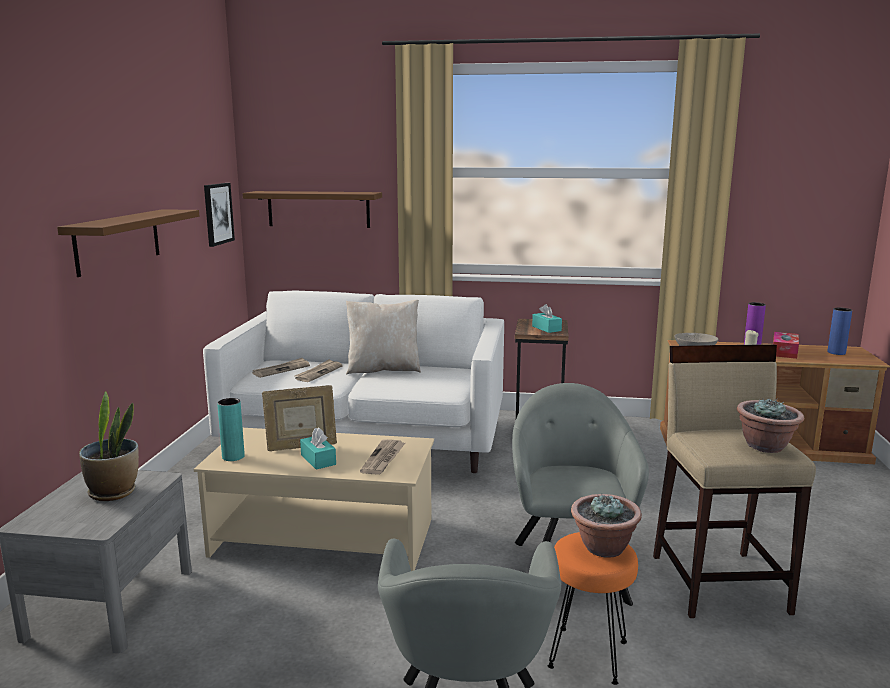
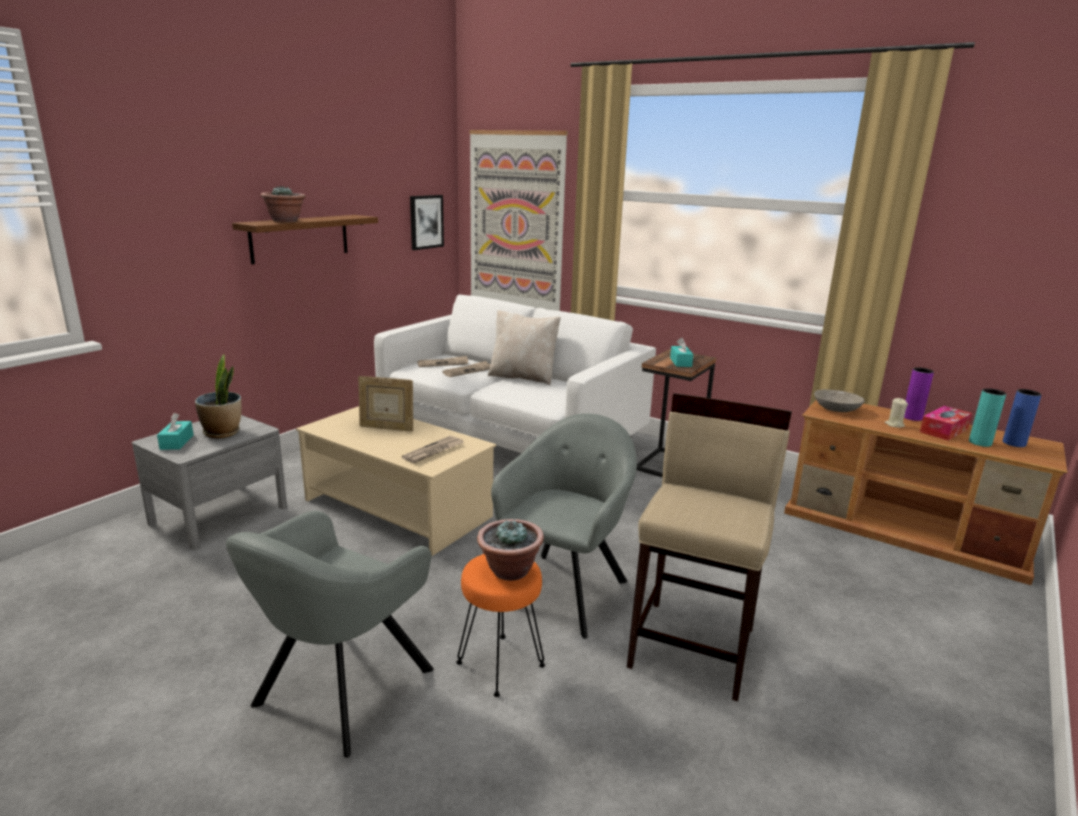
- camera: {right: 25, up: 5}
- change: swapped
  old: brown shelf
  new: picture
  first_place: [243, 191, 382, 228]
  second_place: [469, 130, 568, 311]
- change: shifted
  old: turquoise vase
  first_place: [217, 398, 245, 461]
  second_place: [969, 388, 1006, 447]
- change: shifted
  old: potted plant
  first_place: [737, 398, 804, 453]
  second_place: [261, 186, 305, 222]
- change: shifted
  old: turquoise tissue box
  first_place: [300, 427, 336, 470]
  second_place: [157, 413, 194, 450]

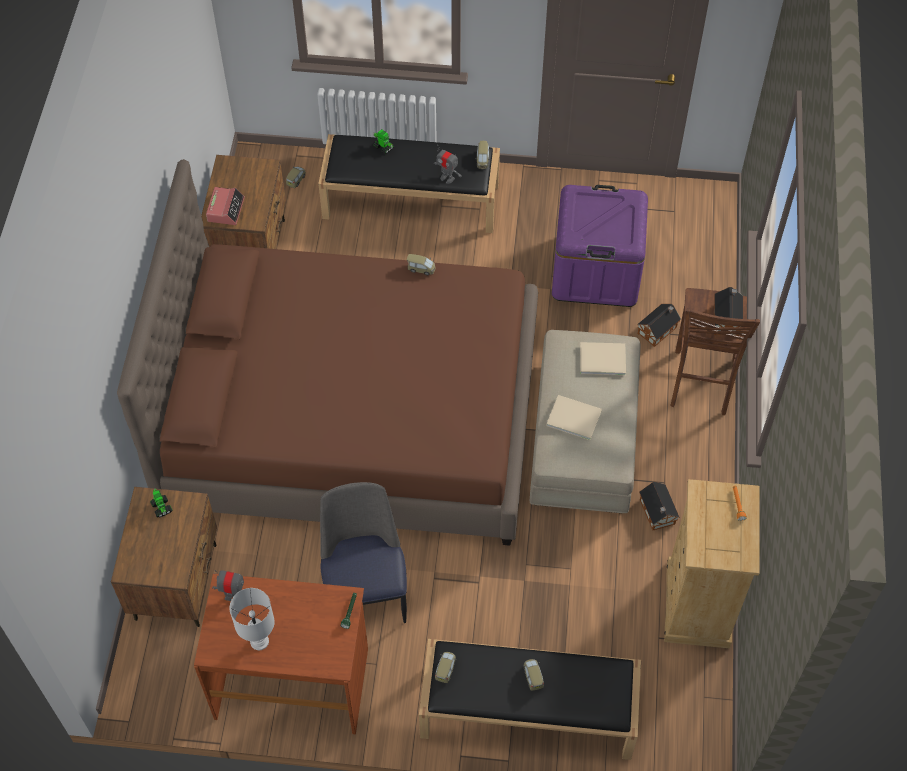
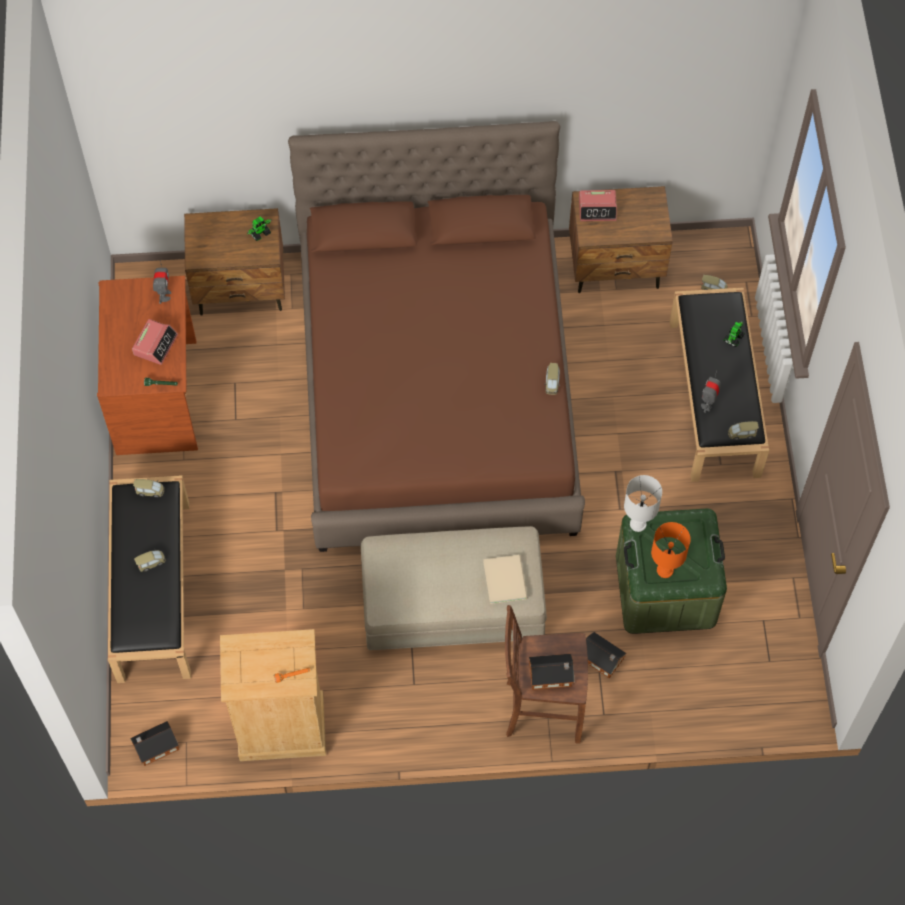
- camera: {right: 80, up: 5}
- change: repainted
  old: purple storage box
  new: green storage box
  first_place: [552, 185, 648, 307]
  second_place: [616, 508, 727, 634]
- change: gone
  old: beige book
  first_place: [546, 395, 602, 440]
- change: gone
  old: chair
  first_place: [320, 482, 407, 623]
- change: shifted
  old: toy house
  first_place: [639, 482, 680, 530]
  second_place: [130, 721, 179, 766]
- change: shifted
  old: white table lamp
  first_place: [230, 588, 275, 650]
  second_place: [624, 475, 662, 532]
- change: new
  new: alarm clock
  second_place: [132, 319, 178, 365]
- change: new
  new: orange table lamp
  second_place: [651, 522, 691, 578]

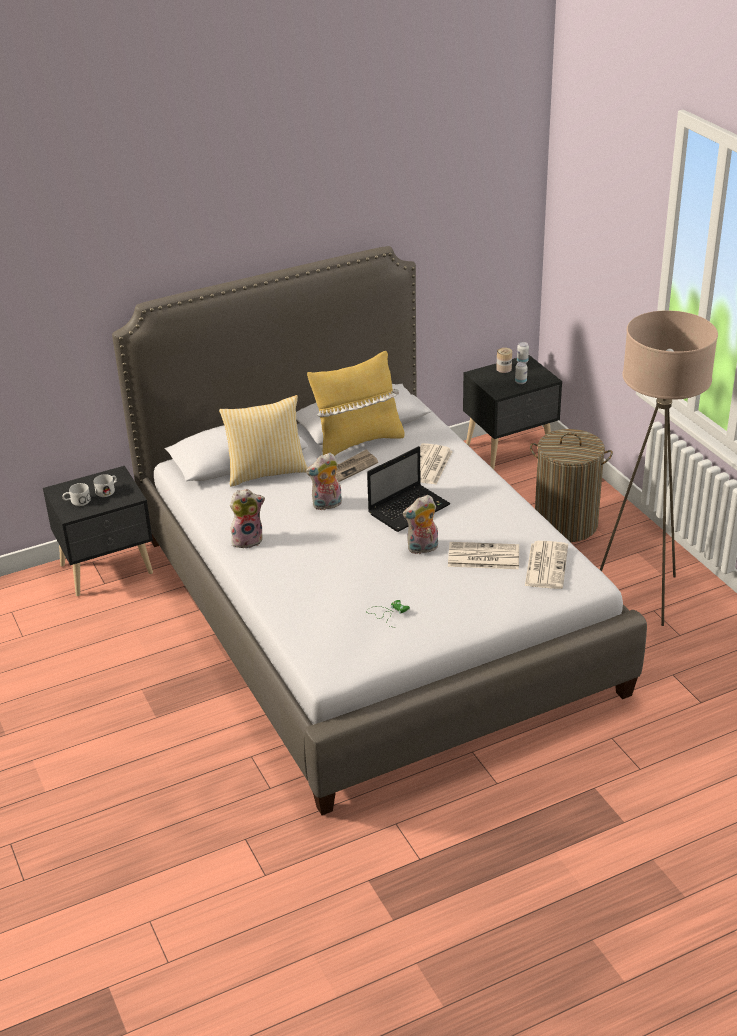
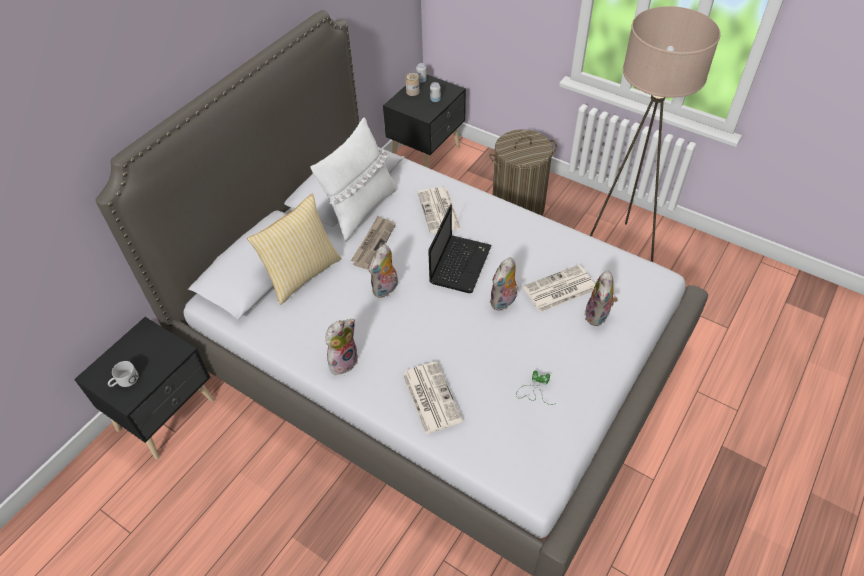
- camera: {right: -30, up: 15}
- change: repainted
  old: yellow pillow
  new: white pillow
  first_place: [307, 351, 404, 456]
  second_place: [310, 118, 397, 242]
- change: gone
  old: white mug
  first_place: [94, 474, 117, 497]
- change: shifted
  old: newspaper
  first_place: [525, 541, 568, 589]
  second_place: [402, 361, 463, 434]
- change: new
  new: plush toy
  second_place: [585, 270, 618, 326]

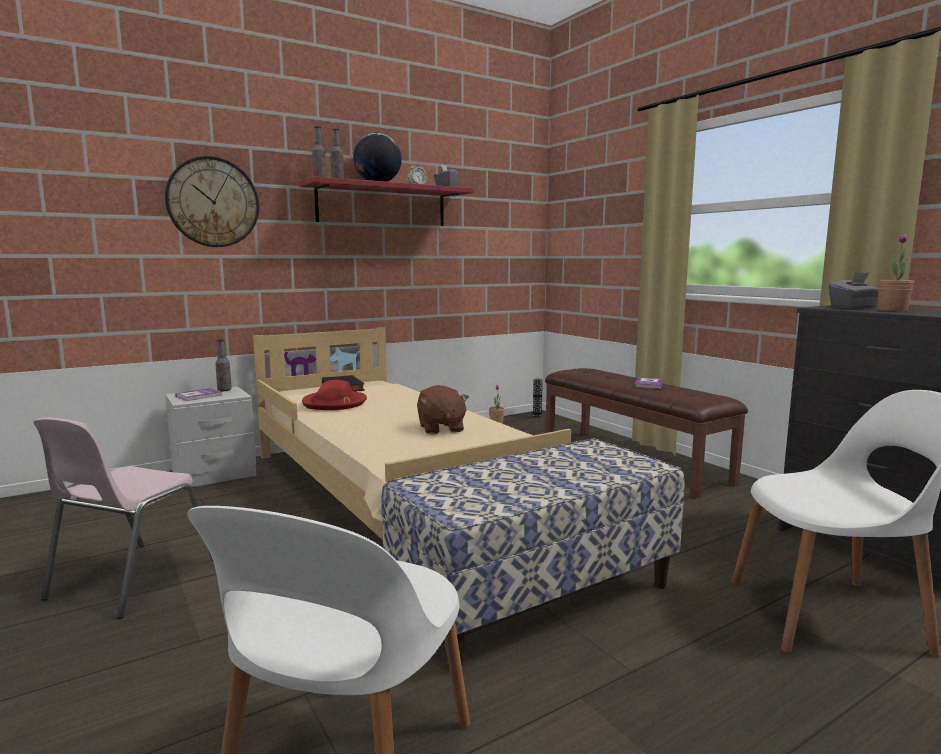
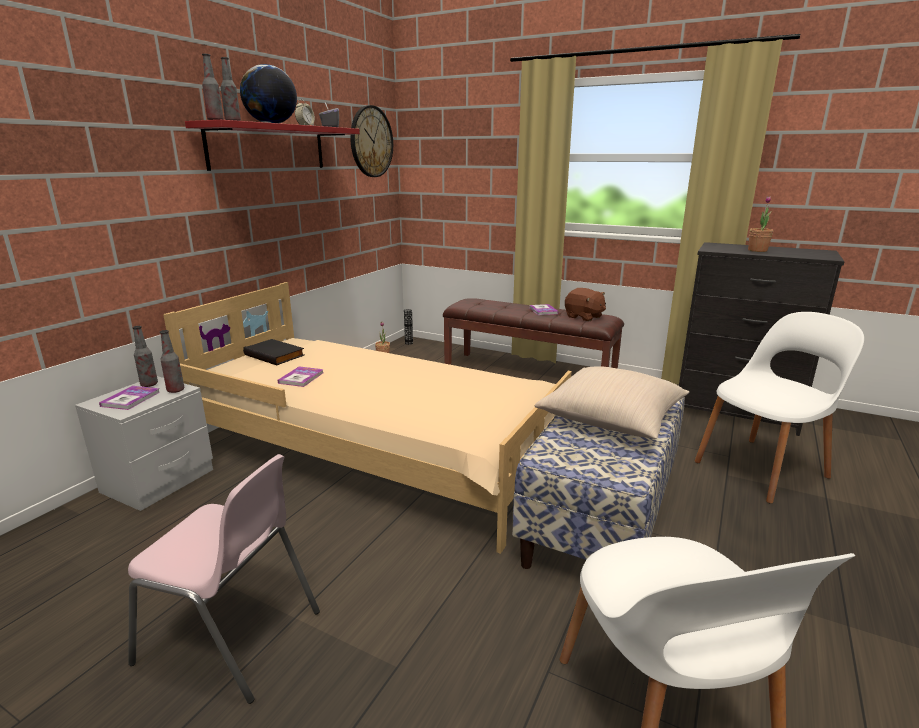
- camera: {right: -30, up: 10}
- change: shifted
  old: wall clock
  first_place: [165, 156, 259, 247]
  second_place: [350, 105, 393, 177]
- change: gone
  old: grey tissue box
  first_place: [829, 272, 878, 309]
- change: swapped
  old: red hat
  new: book
  first_place: [302, 380, 367, 410]
  second_place: [278, 366, 323, 387]
- change: shifted
  old: brown plush toy
  first_place: [417, 385, 469, 434]
  second_place: [565, 288, 606, 321]
- change: rotated
  old: pink chair
  first_place: [34, 417, 213, 619]
  second_place: [128, 454, 320, 704]
  degrees: -60
- change: new
  new: bottle
  second_place: [160, 330, 184, 393]
- change: new
  new: beige pillow
  second_place: [534, 366, 690, 439]

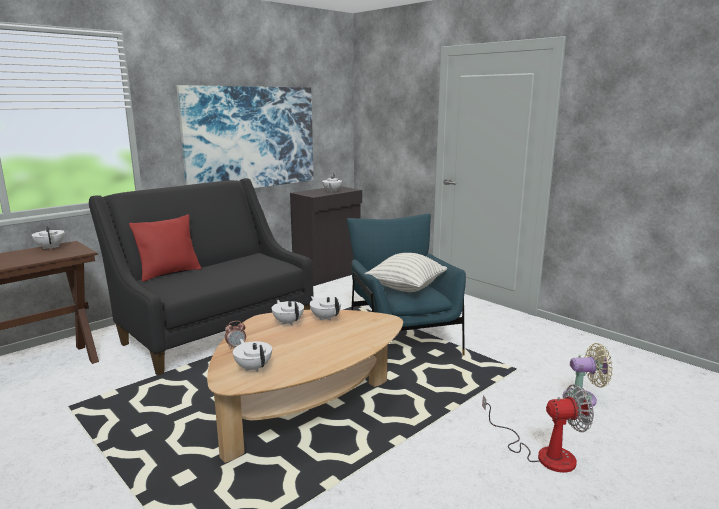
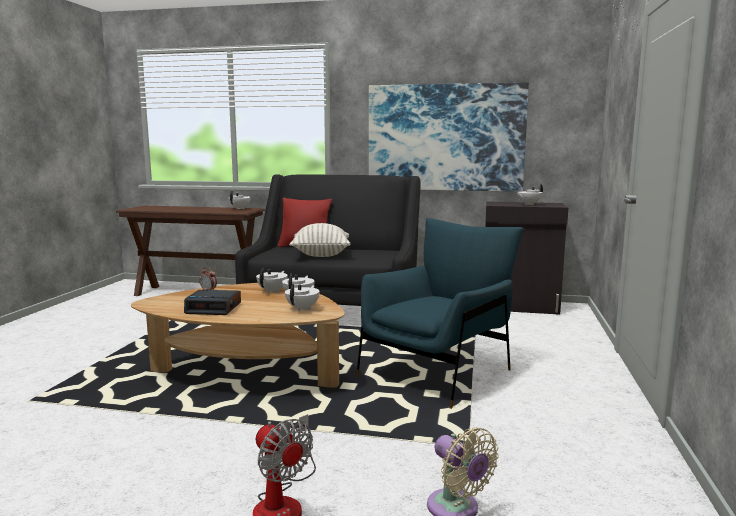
- camera: {right: 55, up: -5}
- change: shifted
  old: pillow
  first_place: [364, 253, 447, 292]
  second_place: [289, 223, 350, 257]
- change: shifted
  old: white teapot
  first_place: [233, 339, 272, 372]
  second_place: [285, 283, 320, 311]
- change: new
  new: alarm clock
  second_place: [184, 290, 241, 315]

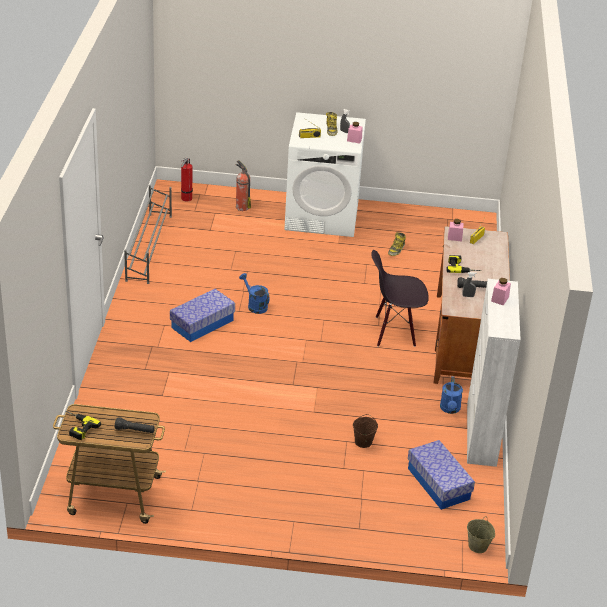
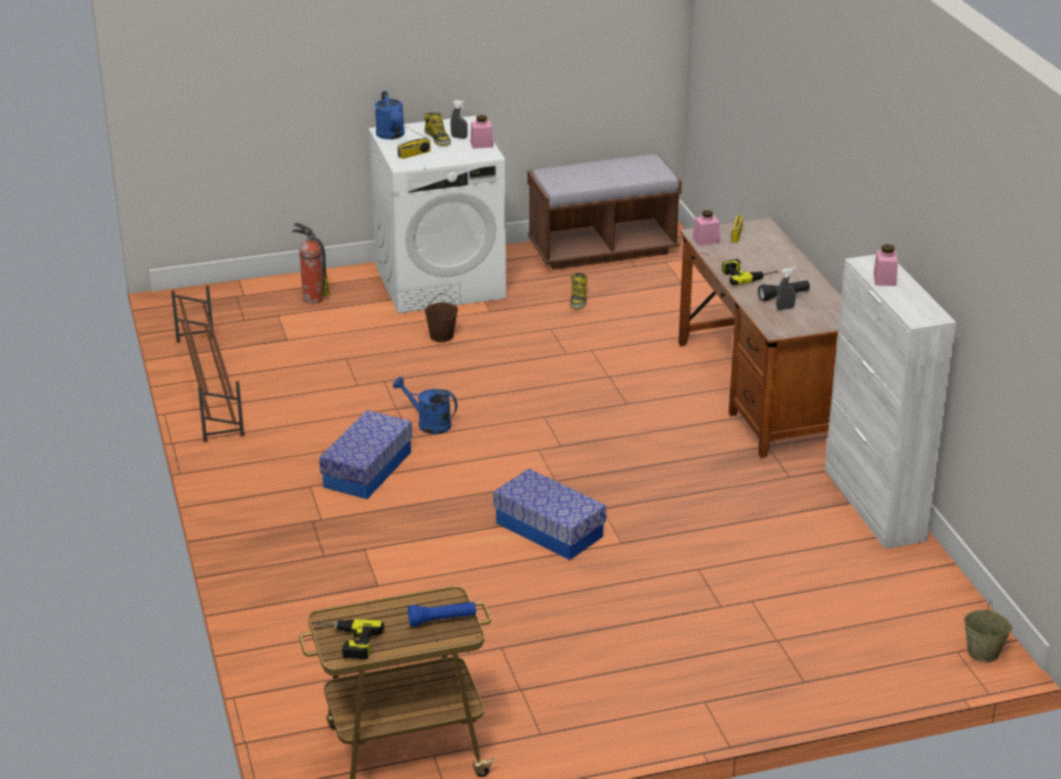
- camera: {right: -20, up: -5}
- change: gone
  old: fire extinguisher
  first_place: [181, 157, 193, 202]
- change: repainted
  old: grey shoe rack
  new: brown shoe rack
  first_place: [124, 185, 172, 284]
  second_place: [171, 286, 244, 442]
- change: gone
  old: black chair
  first_place: [371, 250, 429, 347]
- change: shifted
  old: blue watering can
  first_place: [440, 376, 463, 414]
  second_place: [375, 91, 405, 140]
- change: shifted
  old: brown bucket
  first_place: [353, 414, 378, 448]
  second_place: [424, 293, 458, 342]
- change: repainted
  old: black flashlight
  new: blue flashlight
  first_place: [115, 417, 155, 433]
  second_place: [408, 602, 476, 627]
- change: shifted
  old: storage box
  first_place: [408, 440, 475, 510]
  second_place: [493, 469, 607, 560]
- change: new
  new: brown bench
  second_place: [527, 154, 682, 270]

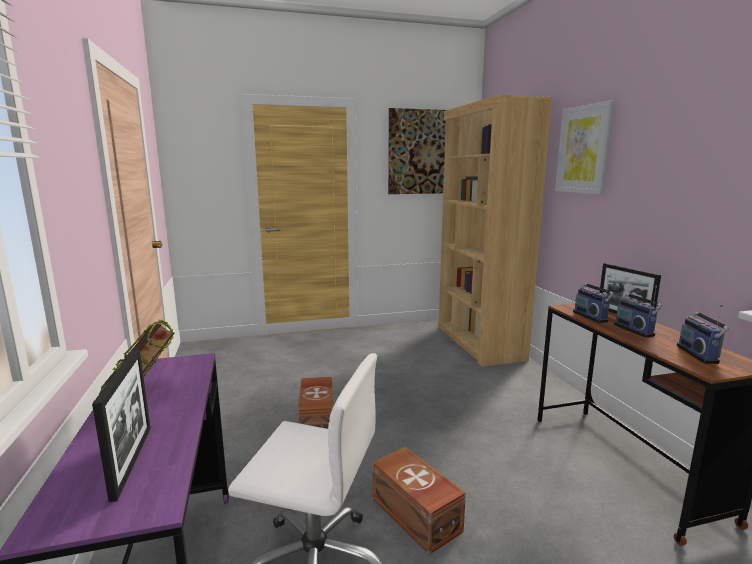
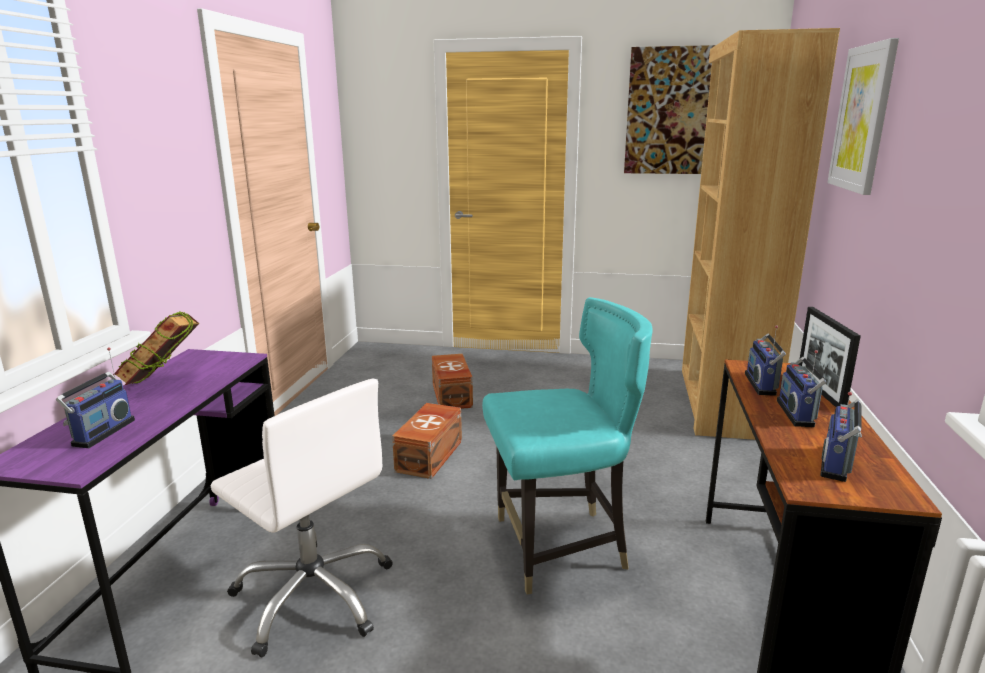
- camera: {right: 25, up: 5}
- change: swapped
  old: picture frame
  new: radio
  first_place: [92, 349, 151, 502]
  second_place: [56, 347, 135, 448]
- change: shifted
  old: brown storage box
  first_place: [372, 447, 466, 554]
  second_place: [432, 354, 473, 409]
- change: new
  new: turquoise chair
  second_place: [482, 297, 653, 594]

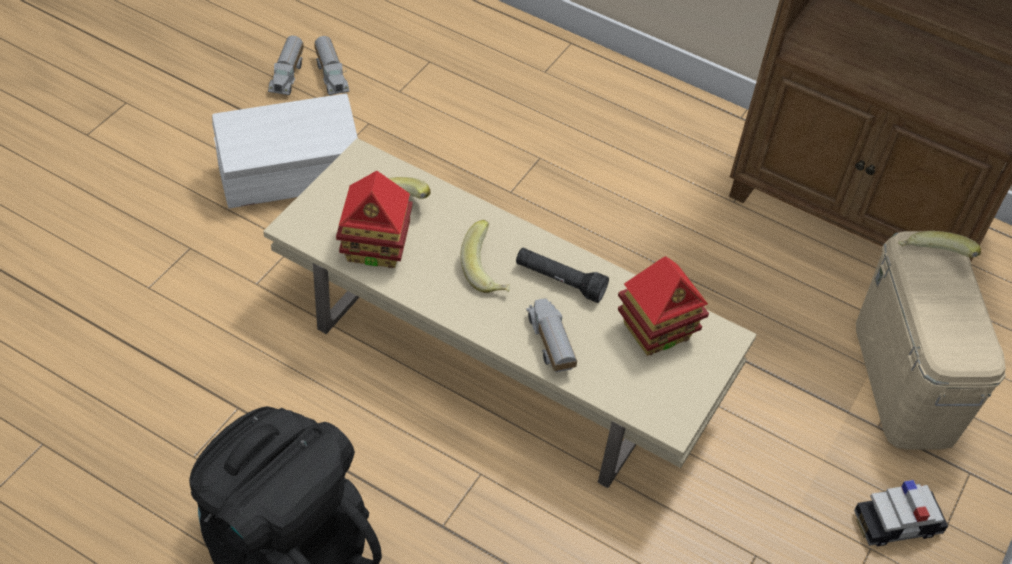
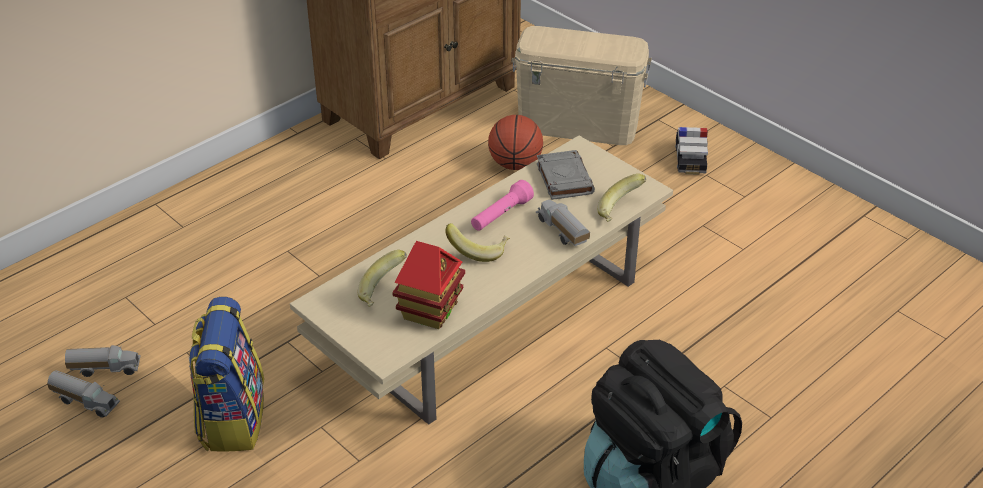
- camera: {right: -70, up: -10}
- change: swapped
  old: white storage box
  new: backpack
  first_place: [212, 93, 358, 208]
  second_place: [189, 297, 264, 452]
- change: shifted
  old: banana
  first_place: [898, 231, 981, 257]
  second_place: [597, 174, 646, 222]
- change: repainted
  old: black flashlight
  new: pink flashlight
  first_place: [516, 248, 609, 303]
  second_place: [471, 180, 534, 231]
- change: swapped
  old: toy house
  new: grey book
  first_place: [618, 256, 709, 356]
  second_place: [537, 150, 595, 200]
- change: rotated
  old: toy truck
  first_place: [526, 299, 577, 372]
  second_place: [536, 200, 590, 246]
  degrees: 60
- change: new
  new: basketball
  second_place: [488, 115, 543, 170]

